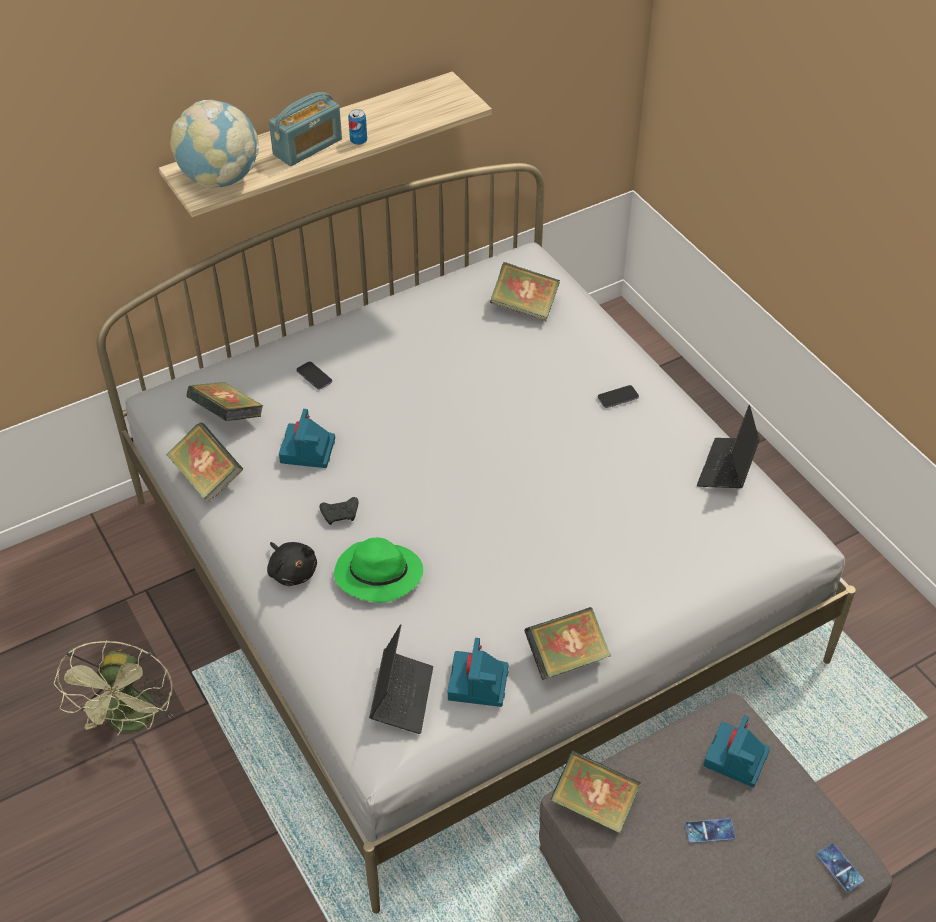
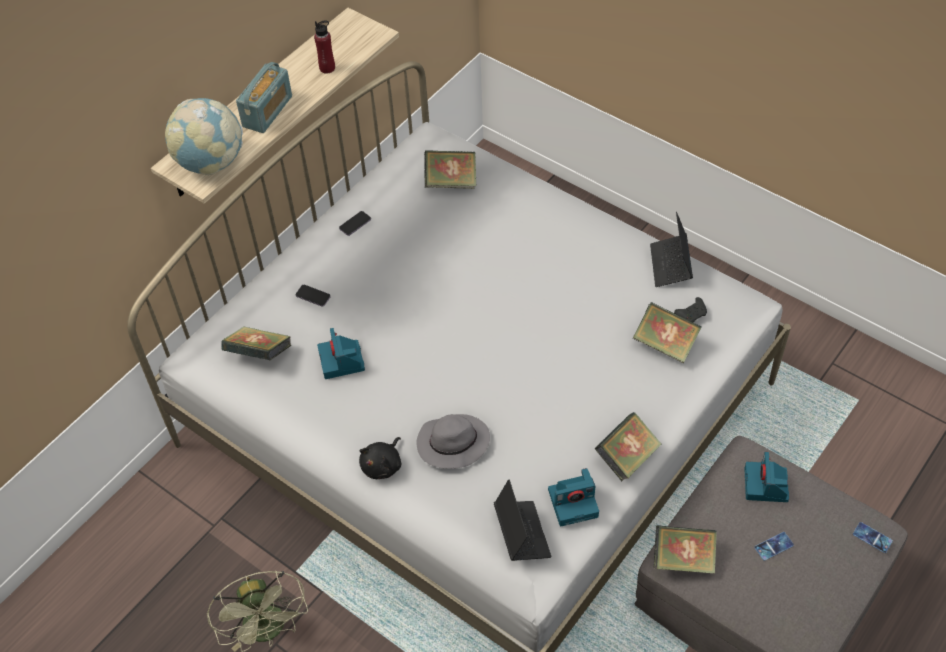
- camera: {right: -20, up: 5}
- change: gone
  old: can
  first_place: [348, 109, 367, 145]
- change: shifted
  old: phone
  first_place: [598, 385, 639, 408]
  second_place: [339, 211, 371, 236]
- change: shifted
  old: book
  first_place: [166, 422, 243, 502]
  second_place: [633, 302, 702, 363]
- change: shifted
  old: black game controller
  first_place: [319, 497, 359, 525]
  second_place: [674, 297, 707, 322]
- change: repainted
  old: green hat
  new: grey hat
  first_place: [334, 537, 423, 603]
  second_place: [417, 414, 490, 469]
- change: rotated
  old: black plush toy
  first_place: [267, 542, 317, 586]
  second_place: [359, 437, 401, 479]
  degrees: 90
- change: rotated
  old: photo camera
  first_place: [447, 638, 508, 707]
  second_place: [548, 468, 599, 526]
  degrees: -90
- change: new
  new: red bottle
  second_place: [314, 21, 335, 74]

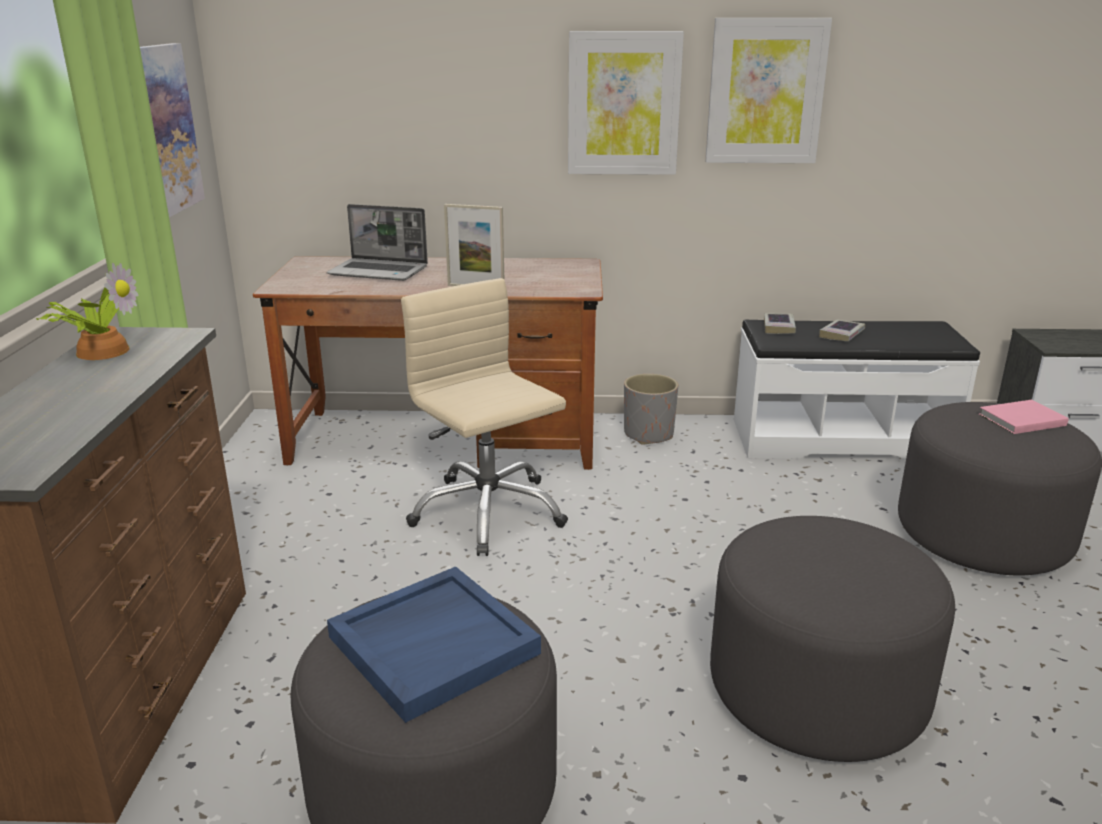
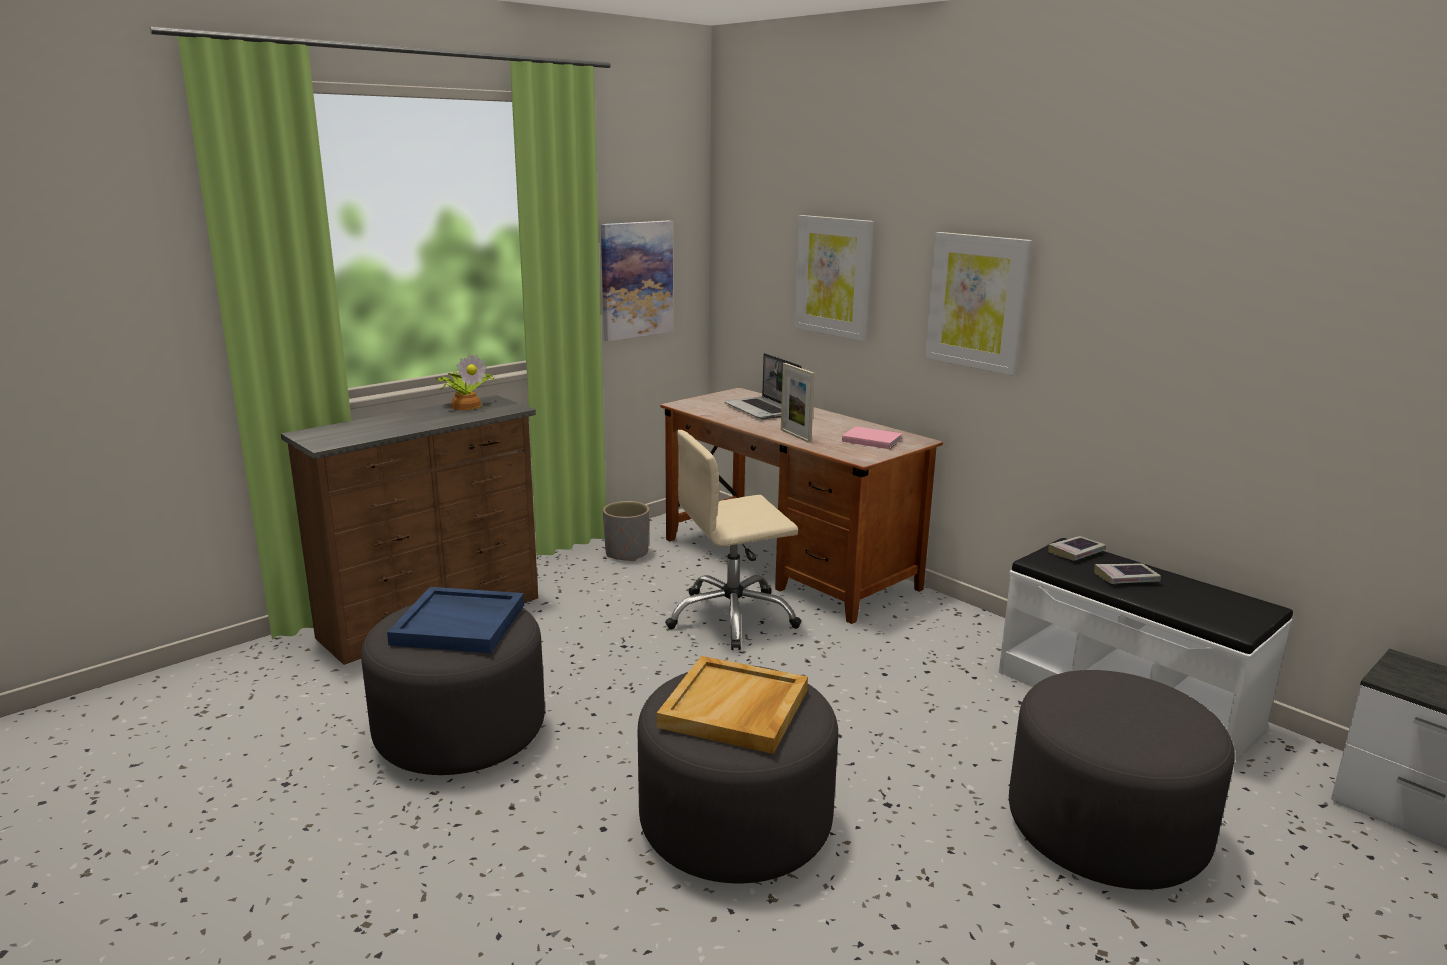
- camera: {right: 45, up: -5}
- change: shifted
  old: picture
  first_place: [705, 18, 832, 163]
  second_place: [794, 215, 874, 341]
- change: rotated
  old: beige office chair
  first_place: [401, 278, 568, 556]
  second_place: [665, 430, 801, 650]
  degrees: -120
- change: shifted
  old: grey planter
  first_place: [624, 374, 678, 445]
  second_place: [603, 501, 649, 561]
- change: shifted
  old: pink book
  first_place: [979, 400, 1069, 434]
  second_place: [842, 427, 902, 449]
- change: new
  new: beige tray
  second_place: [657, 656, 808, 754]

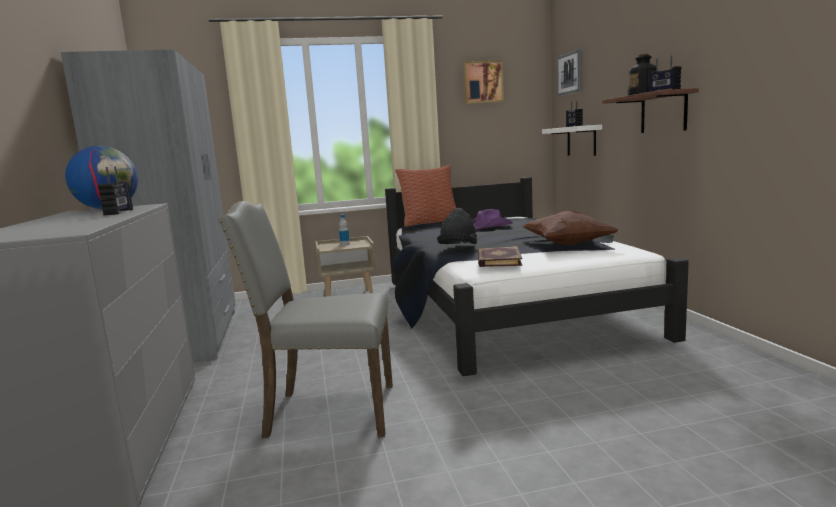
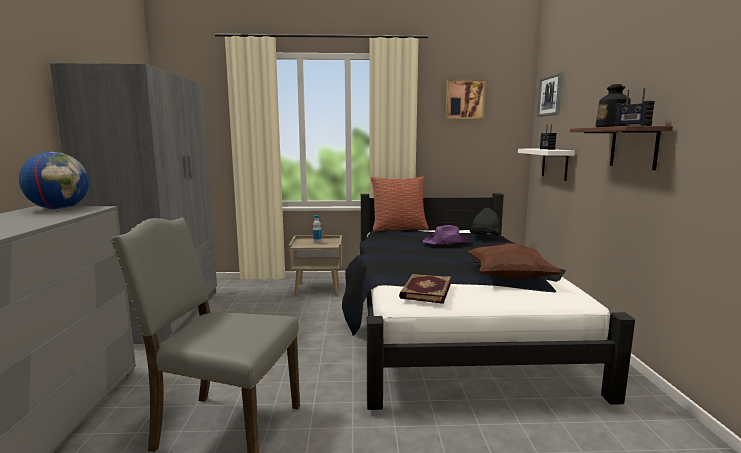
- camera: {right: 10, up: 0}
- change: gone
  old: radio
  first_place: [98, 166, 133, 215]
- change: shifted
  old: black hat
  first_place: [437, 208, 477, 244]
  second_place: [469, 208, 500, 236]

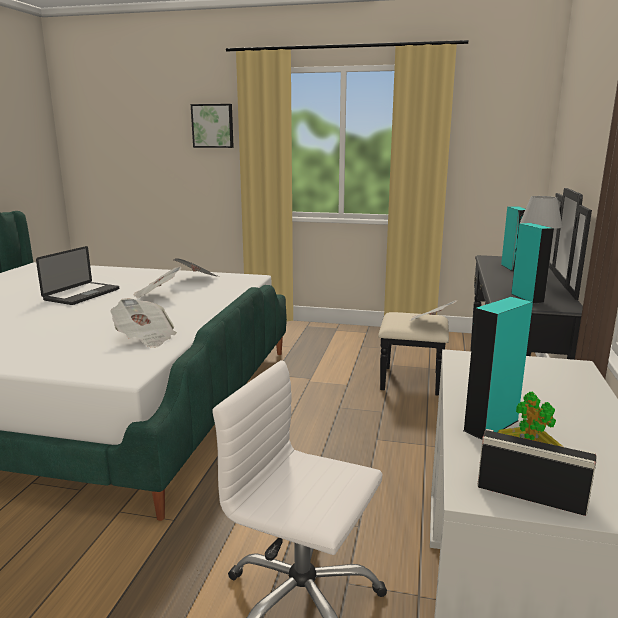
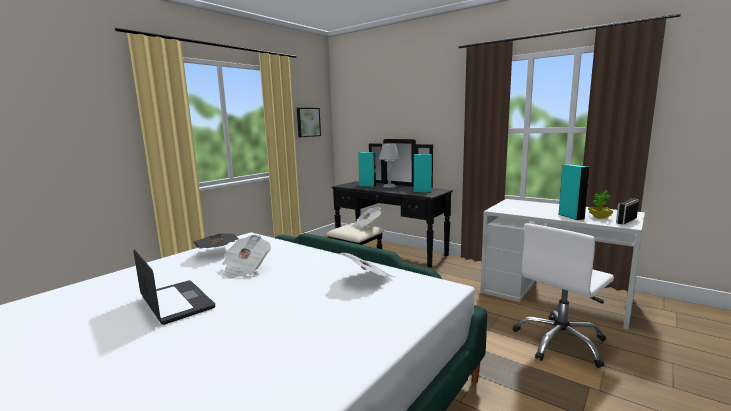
- camera: {right: -65, up: -5}
- change: shifted
  old: picture
  first_place: [191, 104, 234, 148]
  second_place: [297, 108, 321, 137]

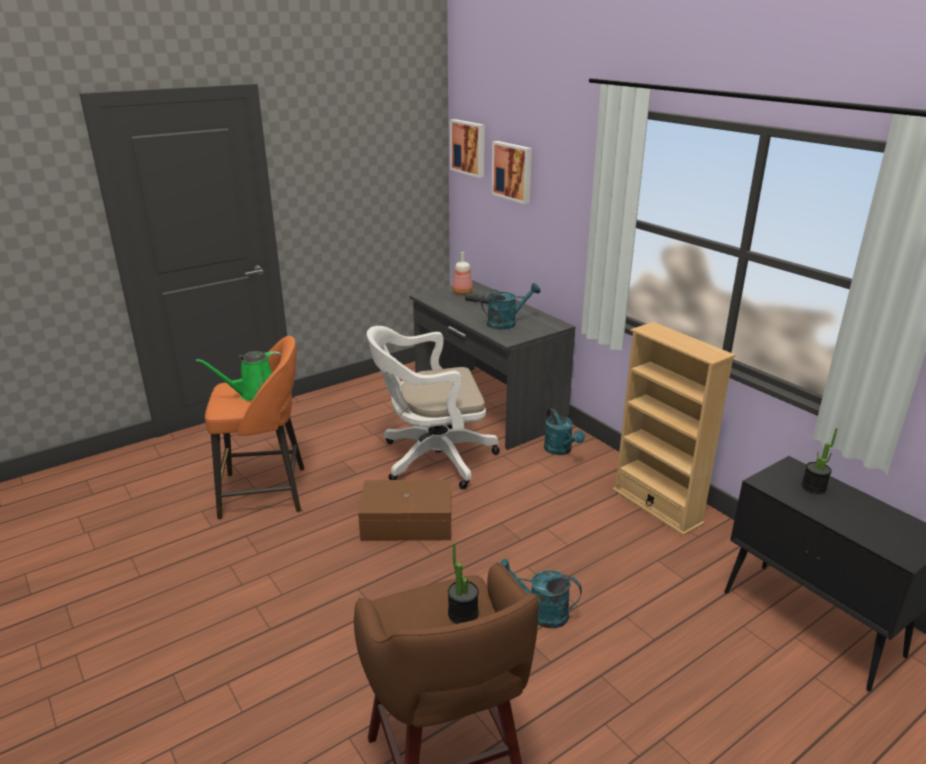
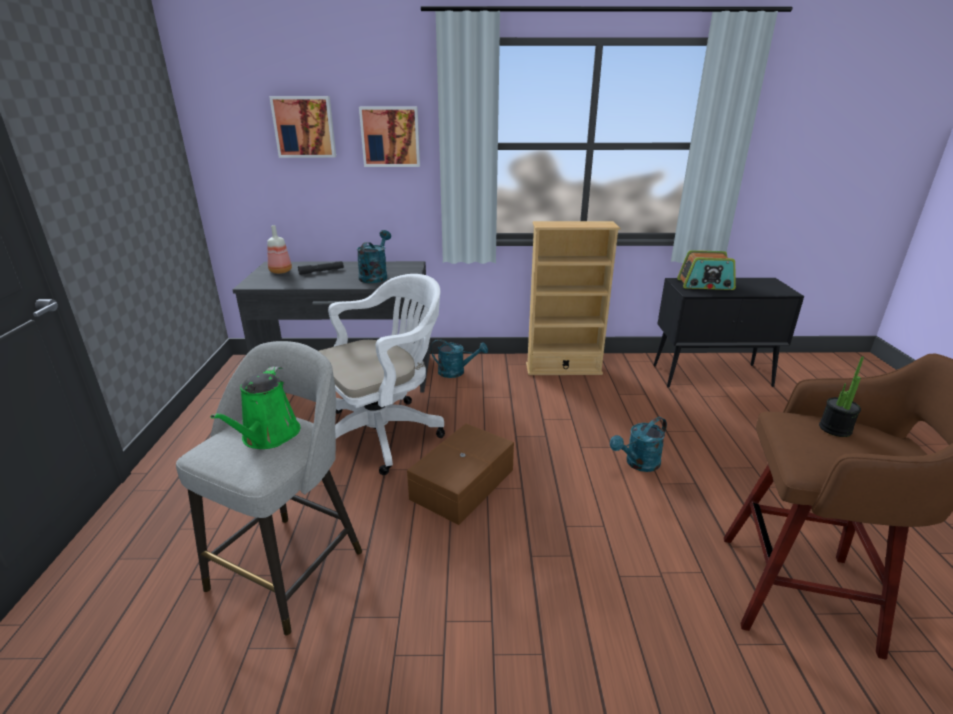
- camera: {right: -55, up: 0}
- change: shifted
  old: picture
  first_place: [450, 119, 485, 178]
  second_place: [359, 106, 420, 167]
- change: rotated
  old: white office chair
  first_place: [367, 326, 500, 489]
  second_place: [319, 274, 445, 475]
  degrees: -150
- change: repainted
  old: orange stool
  new: grey stool
  first_place: [205, 336, 304, 519]
  second_place: [176, 341, 362, 635]
- change: swapped
  old: potted plant
  new: radio
  first_place: [801, 428, 837, 494]
  second_place: [677, 250, 736, 290]

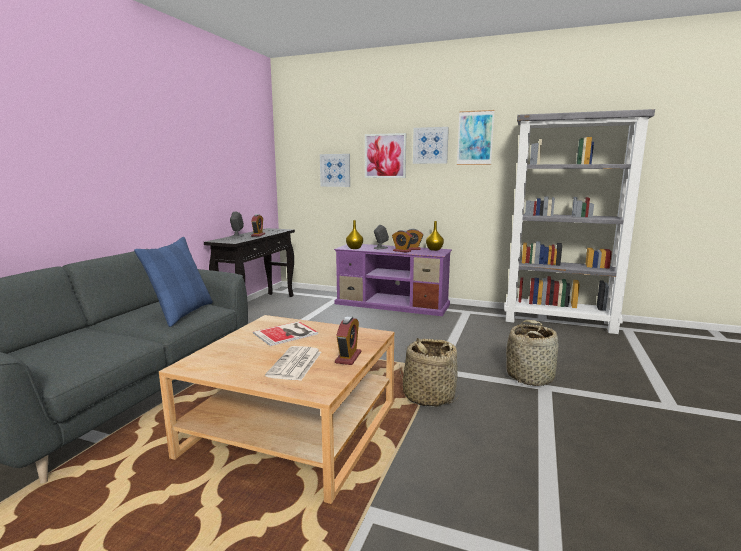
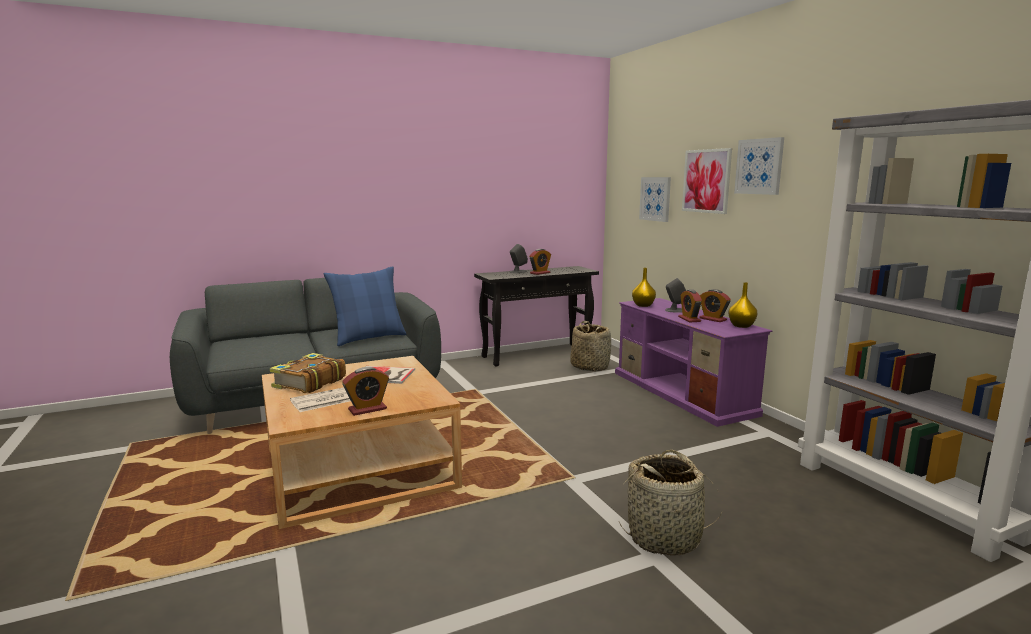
- camera: {right: 45, up: 0}
- change: gone
  old: picture
  first_place: [457, 110, 495, 165]
- change: shifted
  old: basket
  first_place: [400, 338, 459, 407]
  second_place: [570, 321, 611, 371]
- change: new
  new: book
  second_place: [270, 353, 346, 393]

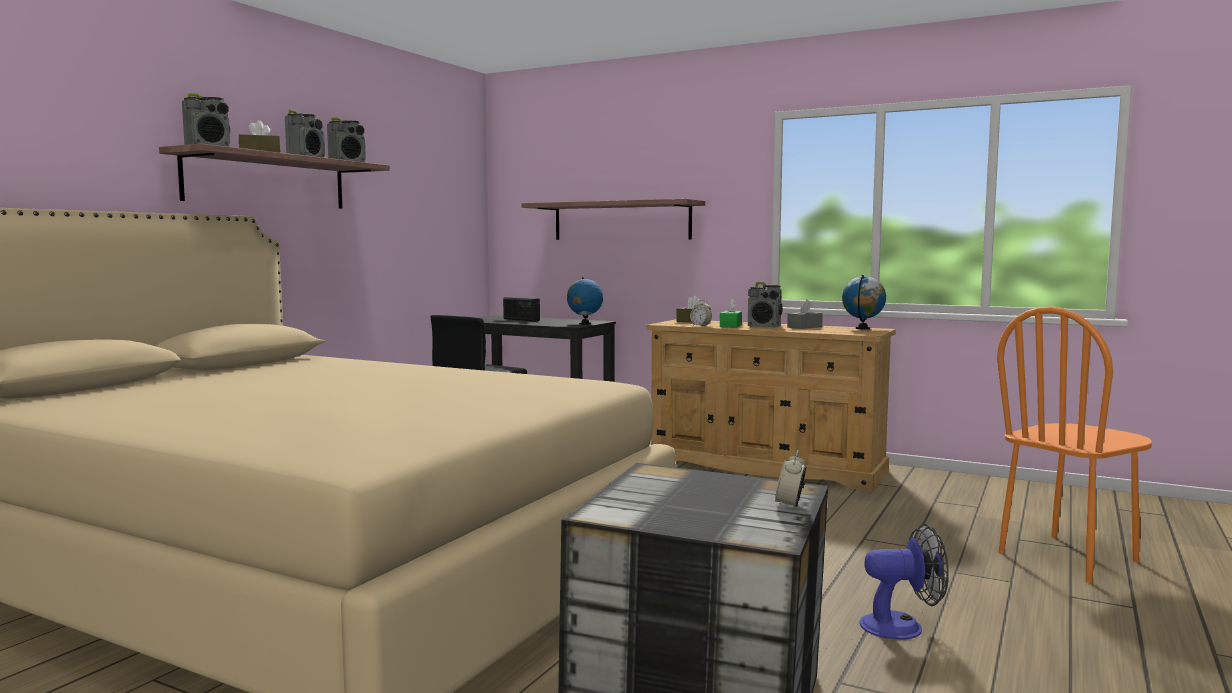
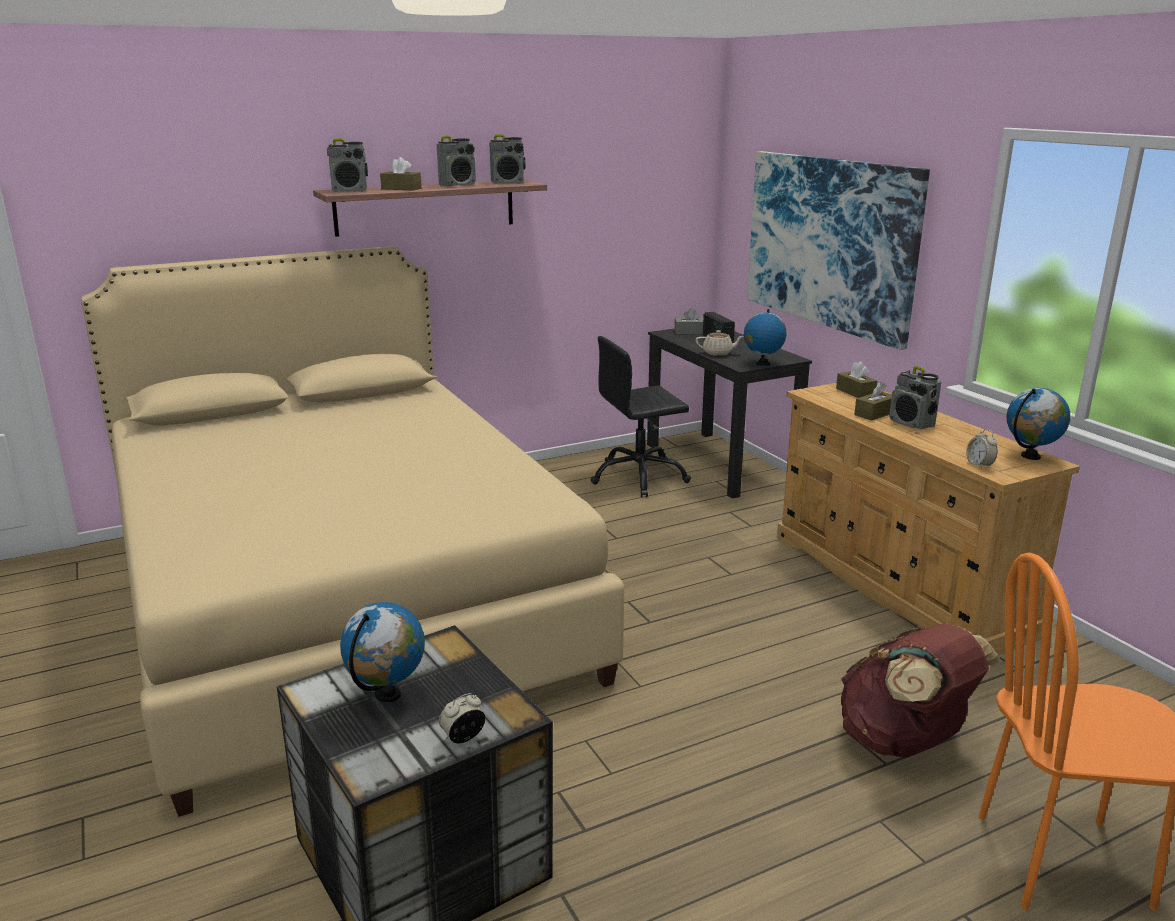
- camera: {right: 35, up: 15}
- change: swapped
  old: shelf
  new: picture
  first_place: [522, 199, 705, 240]
  second_place: [747, 151, 930, 350]
- change: repainted
  old: green tissue box
  new: brown tissue box
  first_place: [720, 298, 742, 328]
  second_place: [854, 381, 892, 420]
- change: shifted
  old: grey tissue box
  first_place: [787, 299, 823, 329]
  second_place: [674, 308, 703, 334]
- change: shifted
  old: alarm clock
  first_place: [690, 300, 712, 326]
  second_place: [966, 429, 998, 469]
- change: gone
  old: fan
  first_place: [859, 524, 949, 640]
- change: new
  new: beige teapot
  second_place: [696, 330, 744, 356]
- change: new
  new: globe
  second_place: [340, 602, 425, 702]
- change: new
  new: brown backpack
  second_place: [841, 623, 1001, 758]

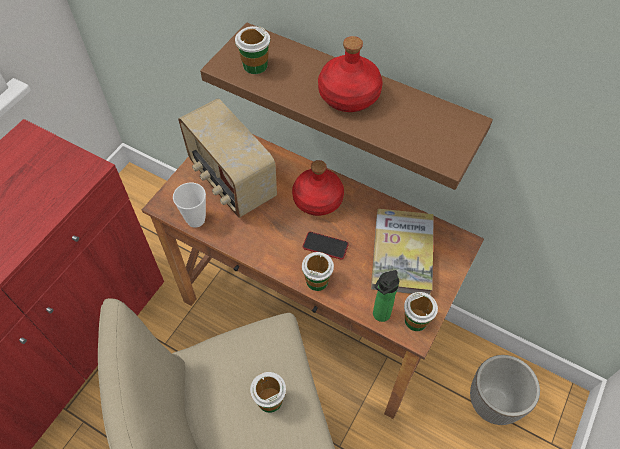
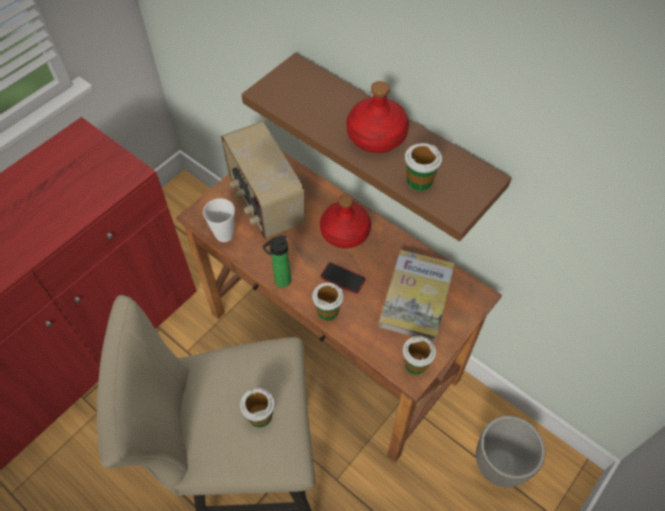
- camera: {right: 10, up: 0}
- change: shifted
  old: cup
  first_place: [235, 26, 270, 74]
  second_place: [405, 143, 442, 191]
- change: shifted
  old: bottle
  first_place: [373, 270, 399, 322]
  second_place: [262, 235, 291, 288]

